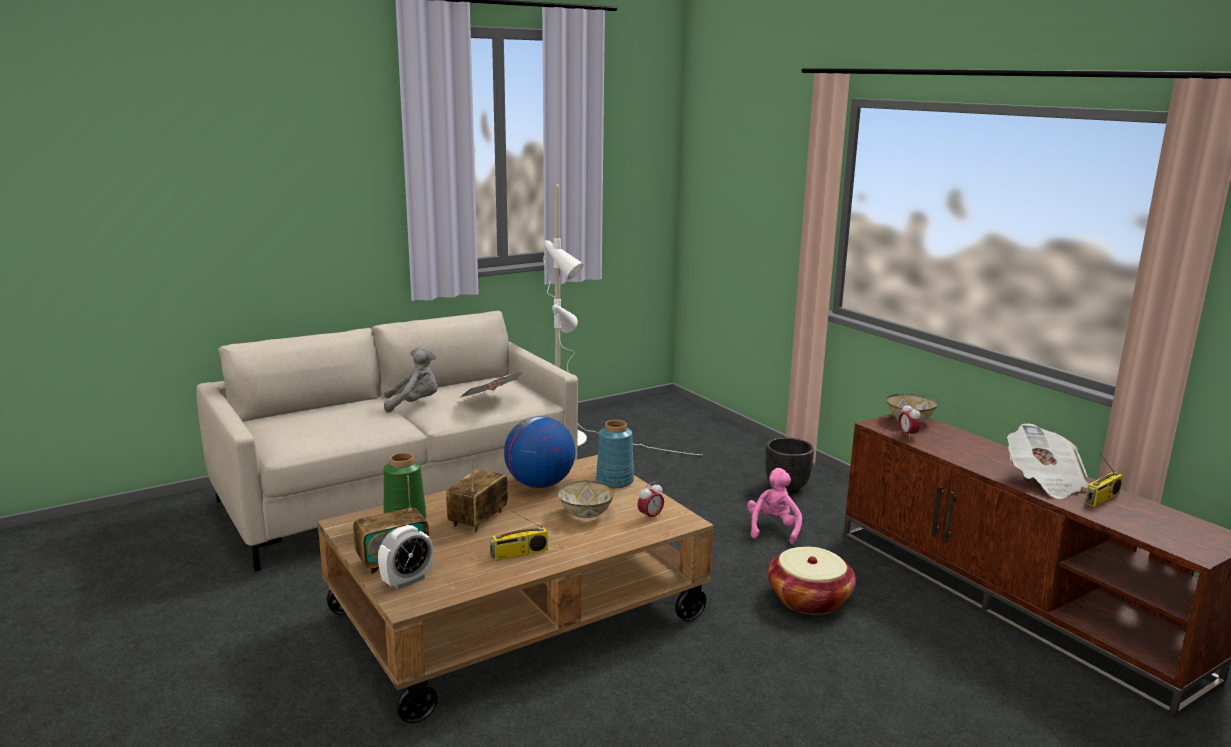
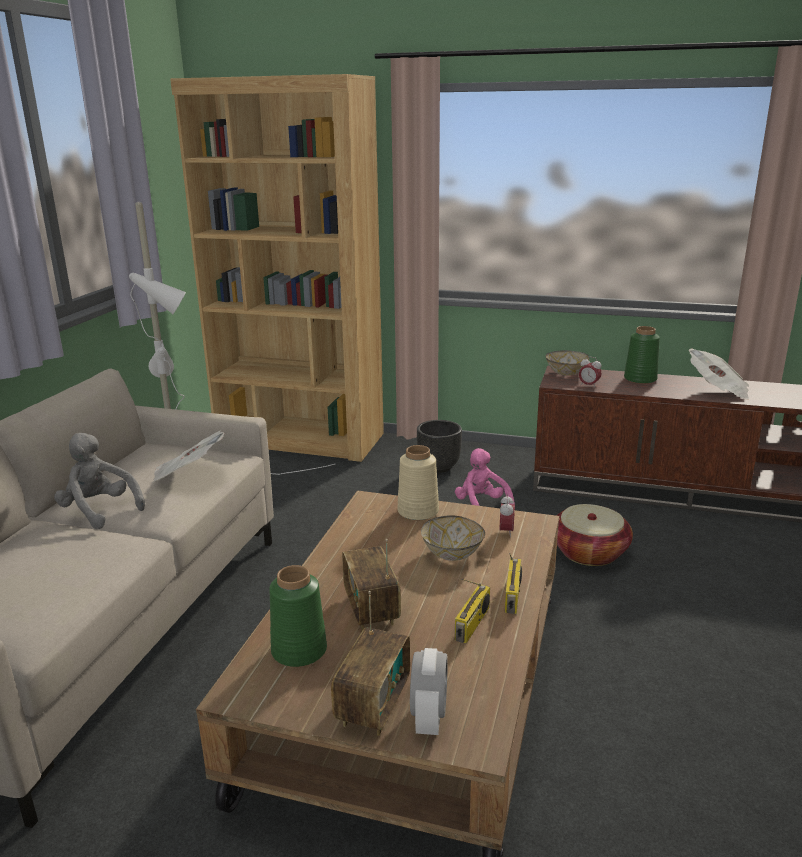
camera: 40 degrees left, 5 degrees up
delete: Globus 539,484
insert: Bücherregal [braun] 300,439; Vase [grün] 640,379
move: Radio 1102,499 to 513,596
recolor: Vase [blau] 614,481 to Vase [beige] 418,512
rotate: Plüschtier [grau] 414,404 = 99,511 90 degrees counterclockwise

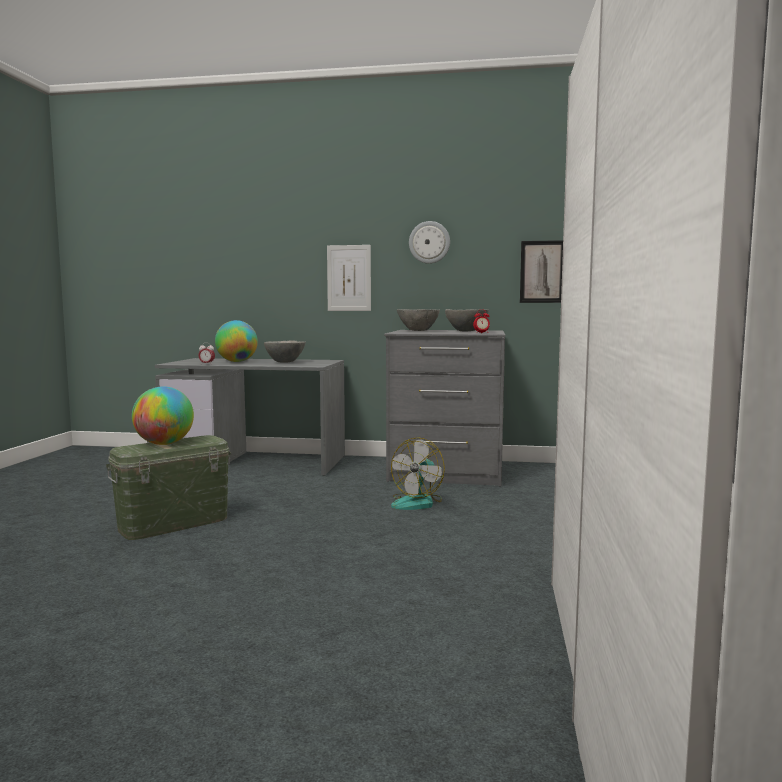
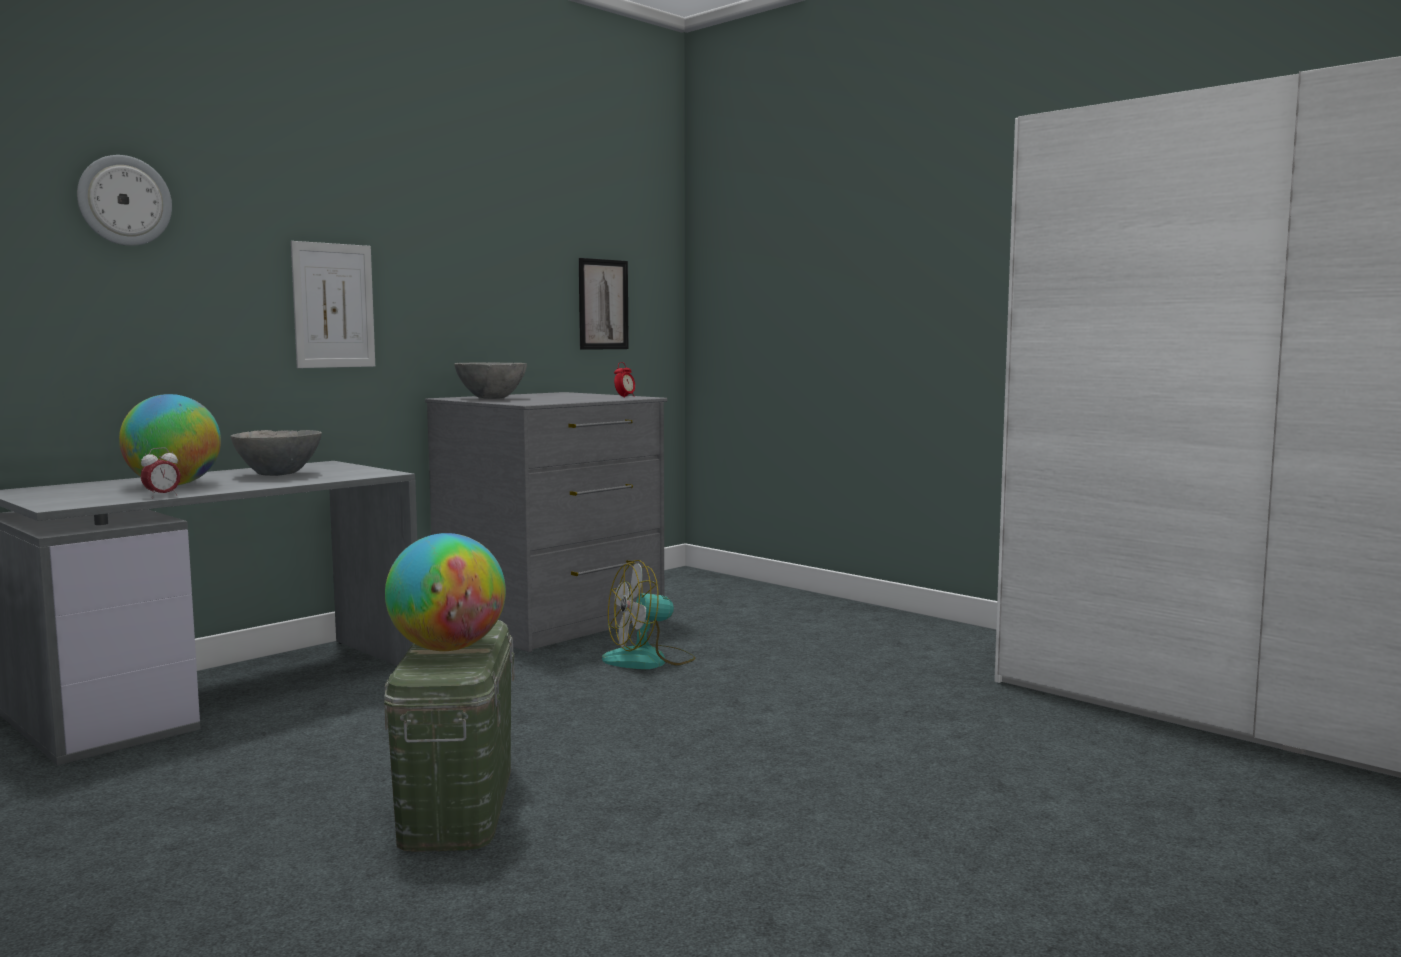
camera: 55 degrees left, 0 degrees up
delete: Schüssel [grau] 466,331
move: Wanduhr 429,242 to 124,201
rotate: Ventilator 418,502 = 649,660 90 degrees clockwise

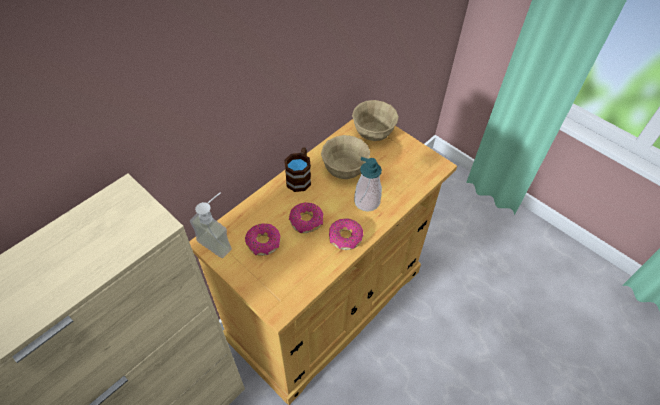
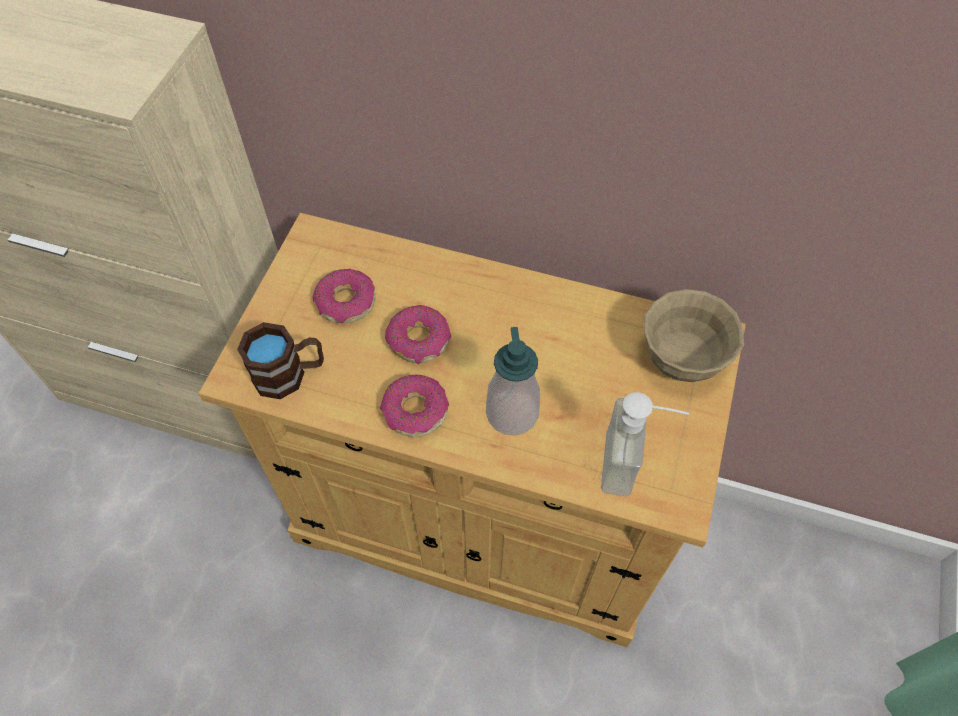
camera: 65 degrees right, 5 degrees up
delete: Schüssel [beige] 344,170
move: Henkelbecher [braun] 300,177 to 290,374; Seifenspender 219,240 to 632,465

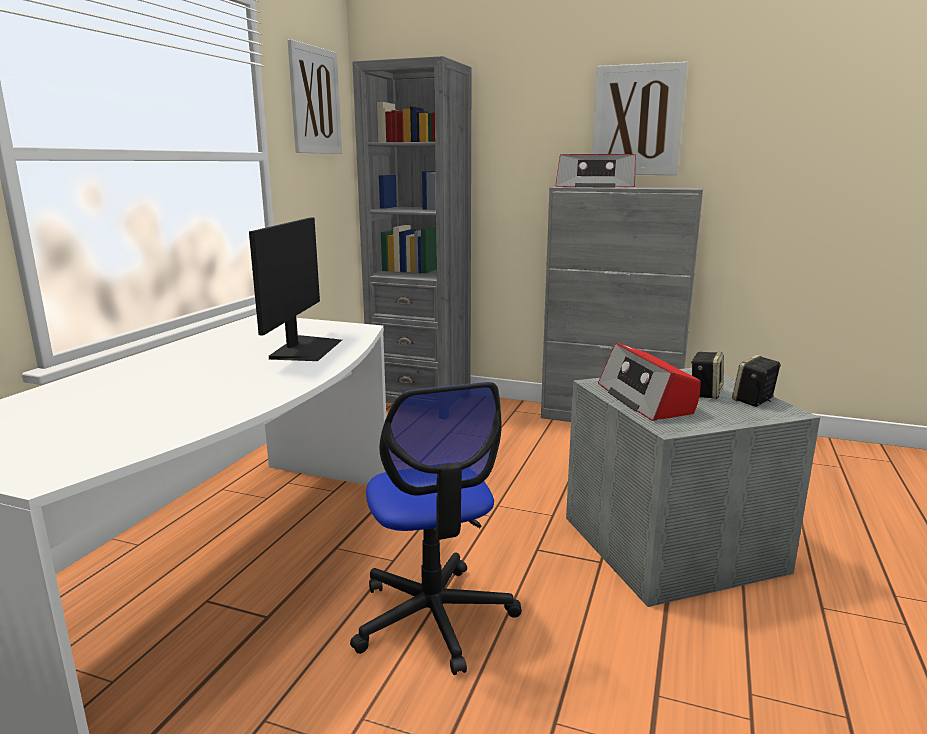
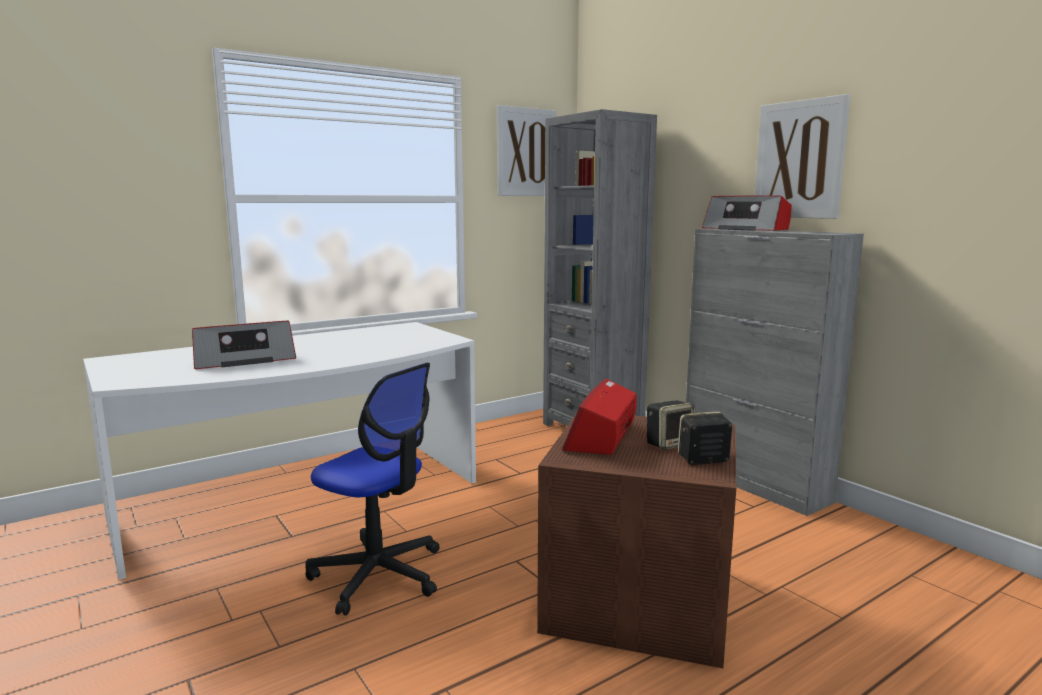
camera: 35 degrees right, 5 degrees down
delete: Monitor 305,348
insert: Radio 244,360
recolor: Aufbewahrungsbox [grau] 675,545 to Aufbewahrungsbox [braun] 641,601
rotate: Bürostuhl 433,617 = 378,575 75 degrees counterclockwise

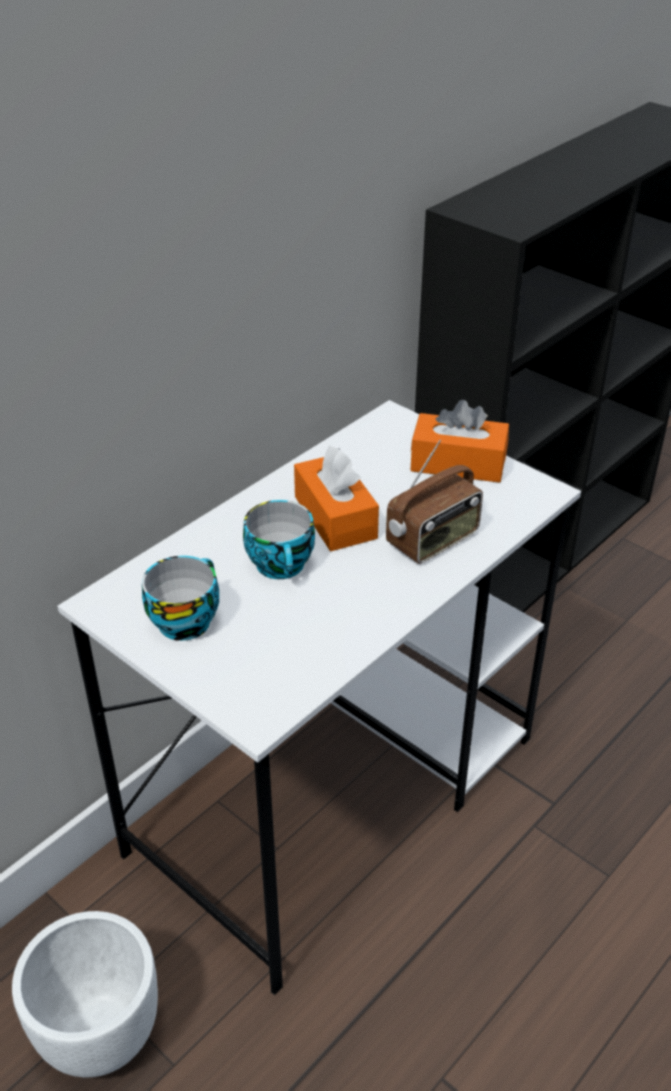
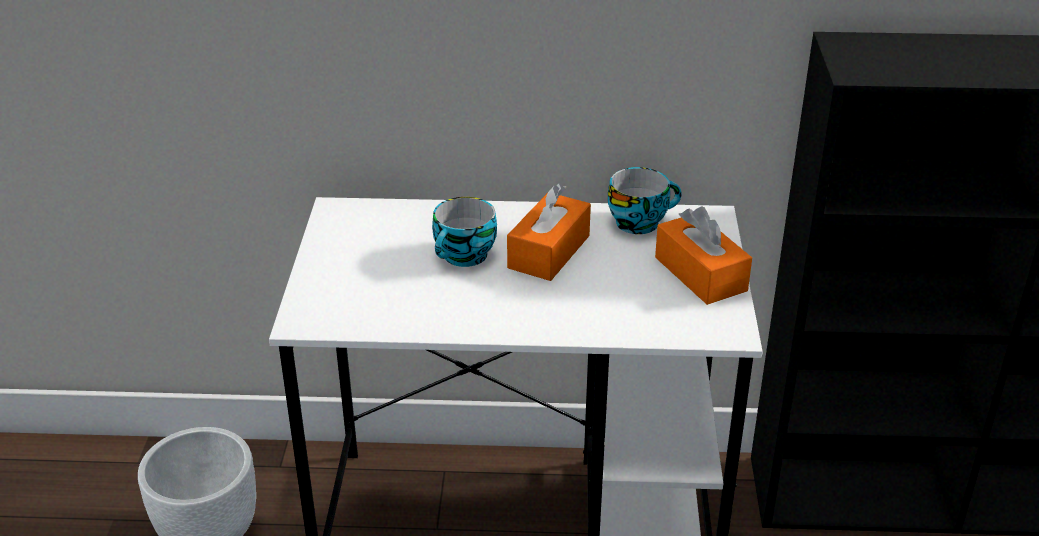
camera: 50 degrees right, 5 degrees down
delete: Radio 433,541
move: Tasse 185,619 to 640,222

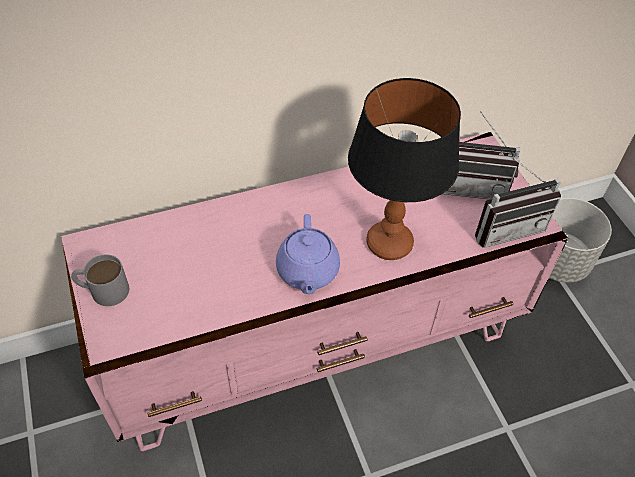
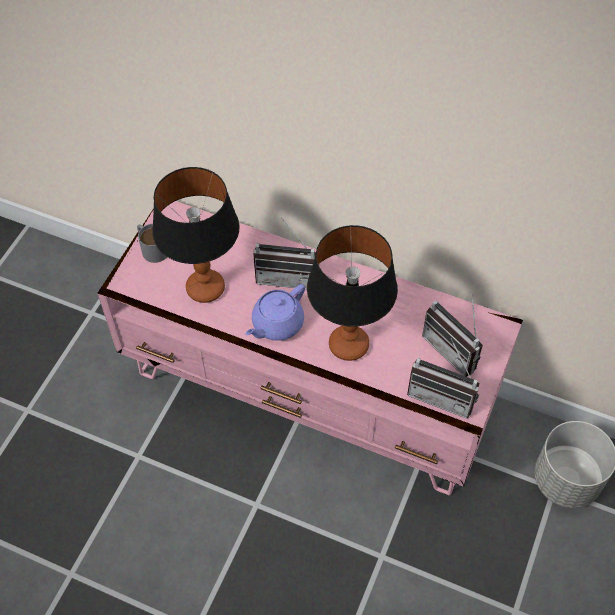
camera: 45 degrees right, 5 degrees up
insert: Tischlampe 206,289; Radio 288,276

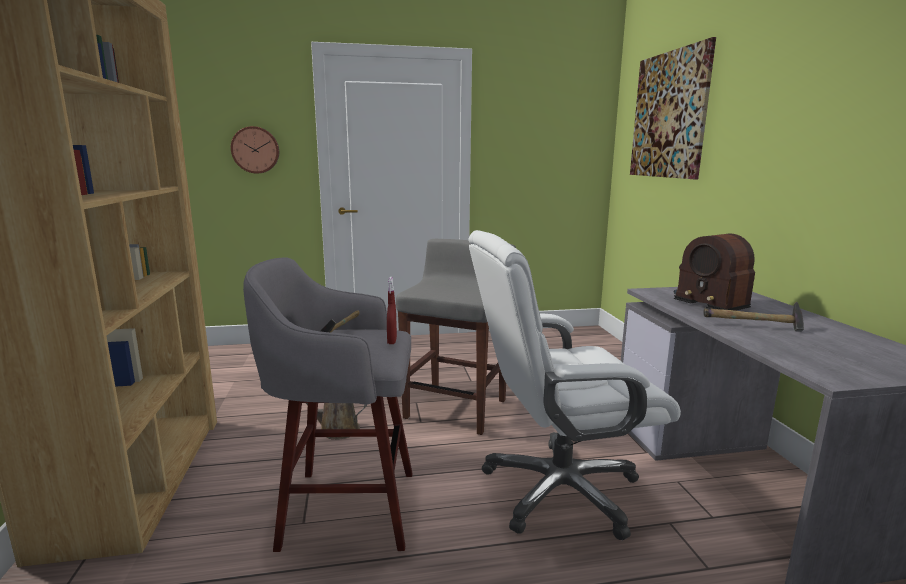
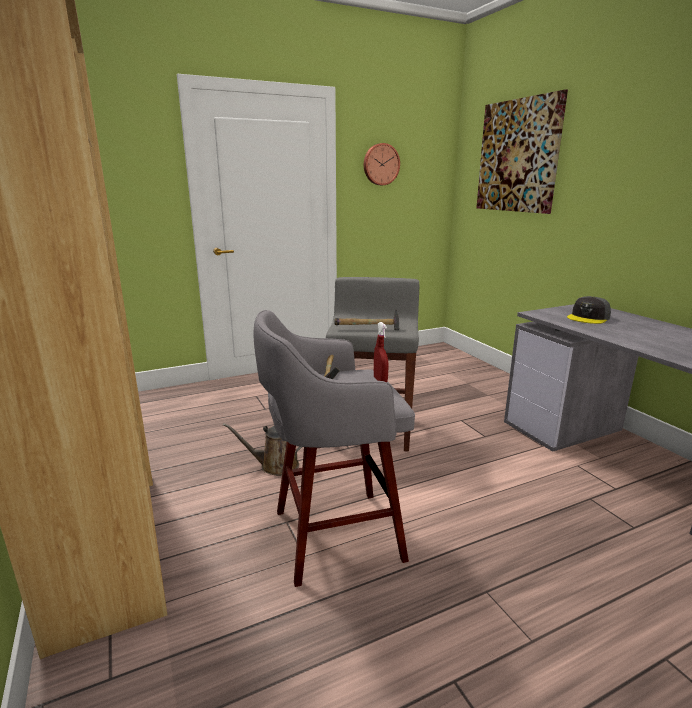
camera: 15 degrees left, 5 degrees up
delete: Bürostuhl [weiß] 559,490
move: Hammer 753,326 to 369,329; Wanduhr 255,150 to 380,164
replace: Radio 710,300 to Kappe [grau] 588,317

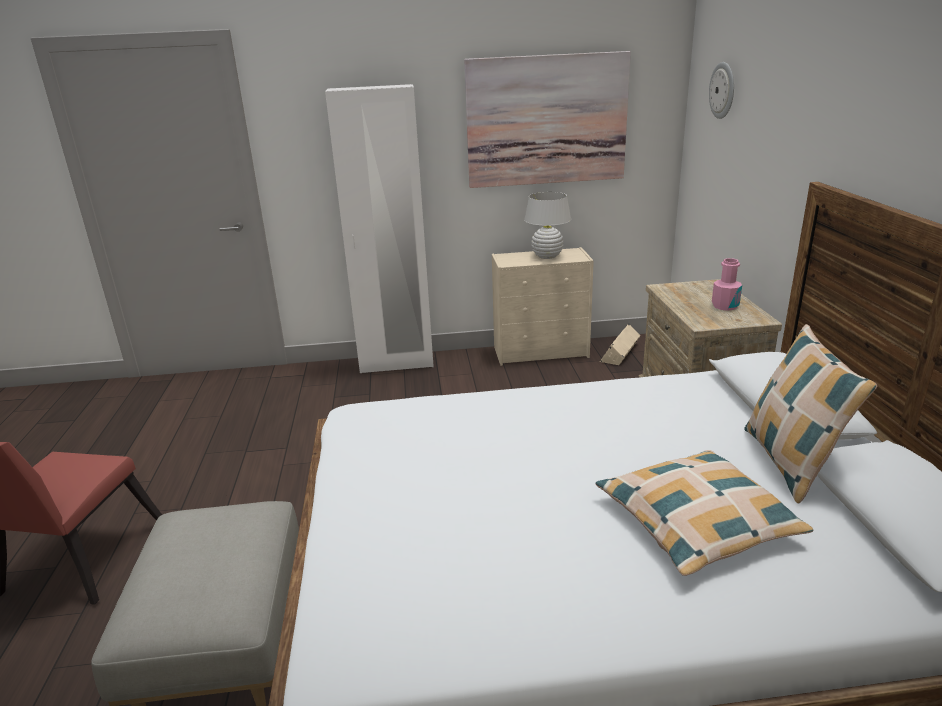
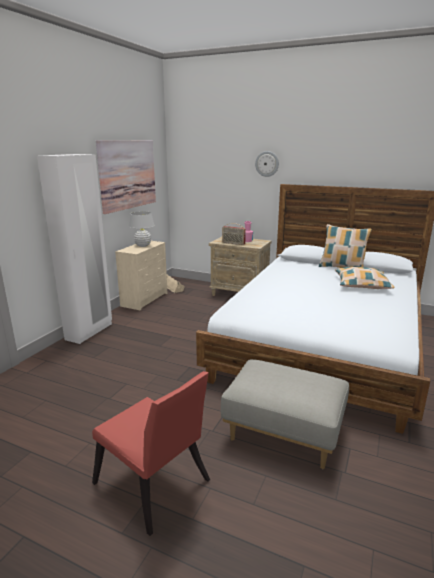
camera: 60 degrees left, 5 degrees down
insert: Radio 233,243
move: Wanduhr 723,90 to 267,164

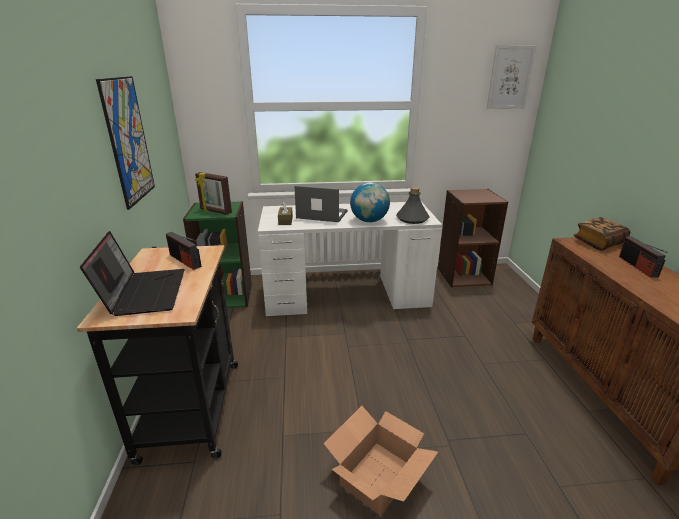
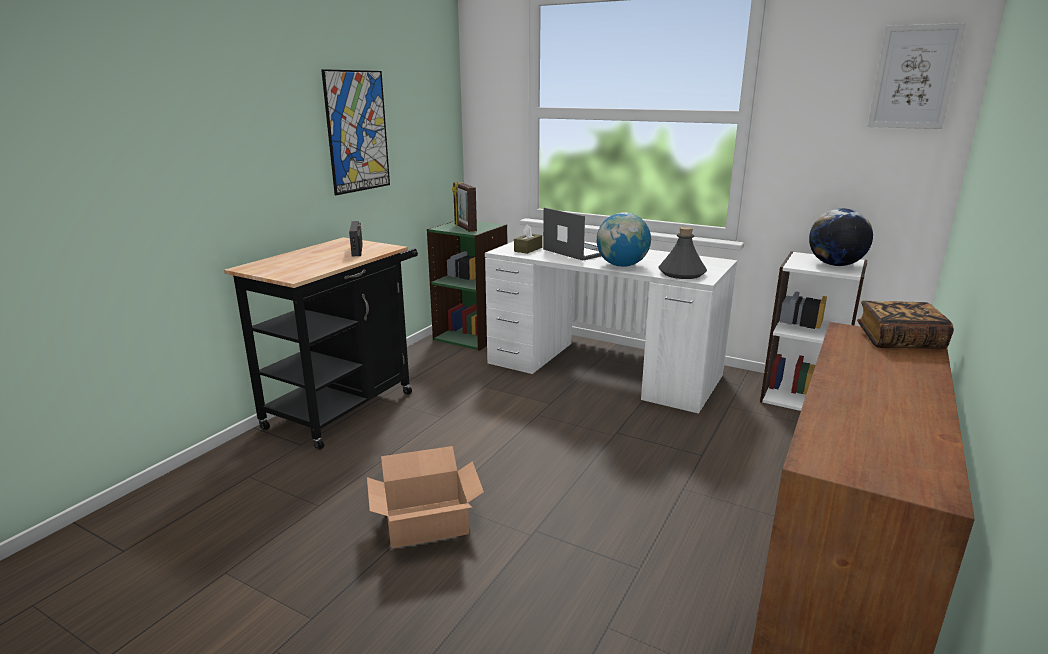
camera: 35 degrees right, 5 degrees down
delete: Laptop 144,292; Radio 637,266
insert: Globus 835,265
recolor: Bücherregal [braun] 463,276 to Bücherregal [weiß] 801,395

